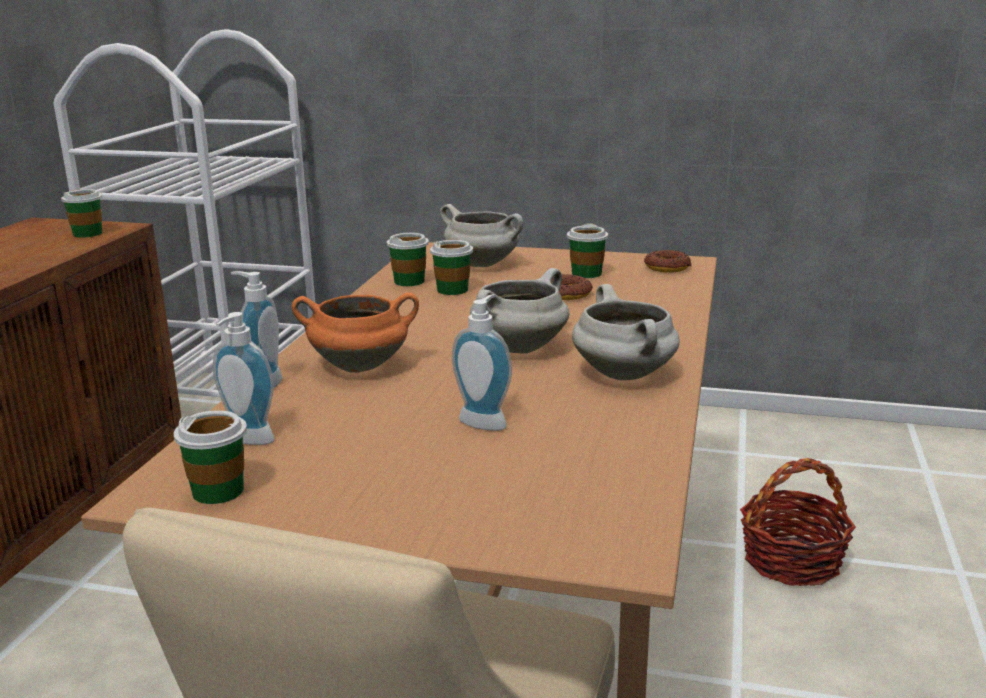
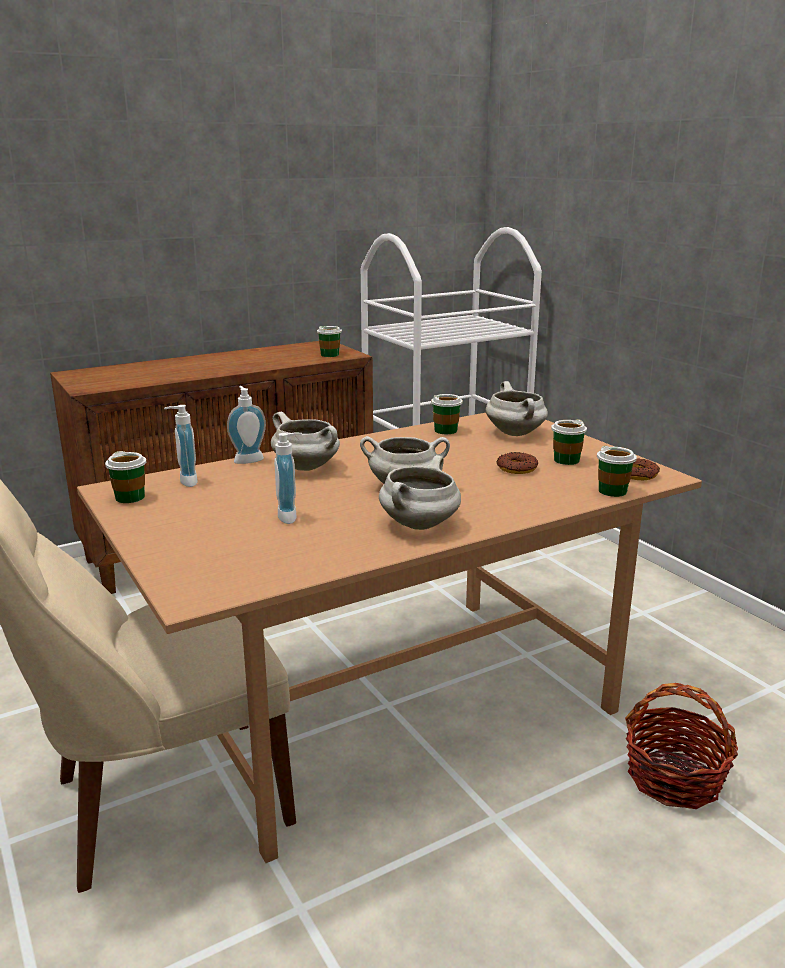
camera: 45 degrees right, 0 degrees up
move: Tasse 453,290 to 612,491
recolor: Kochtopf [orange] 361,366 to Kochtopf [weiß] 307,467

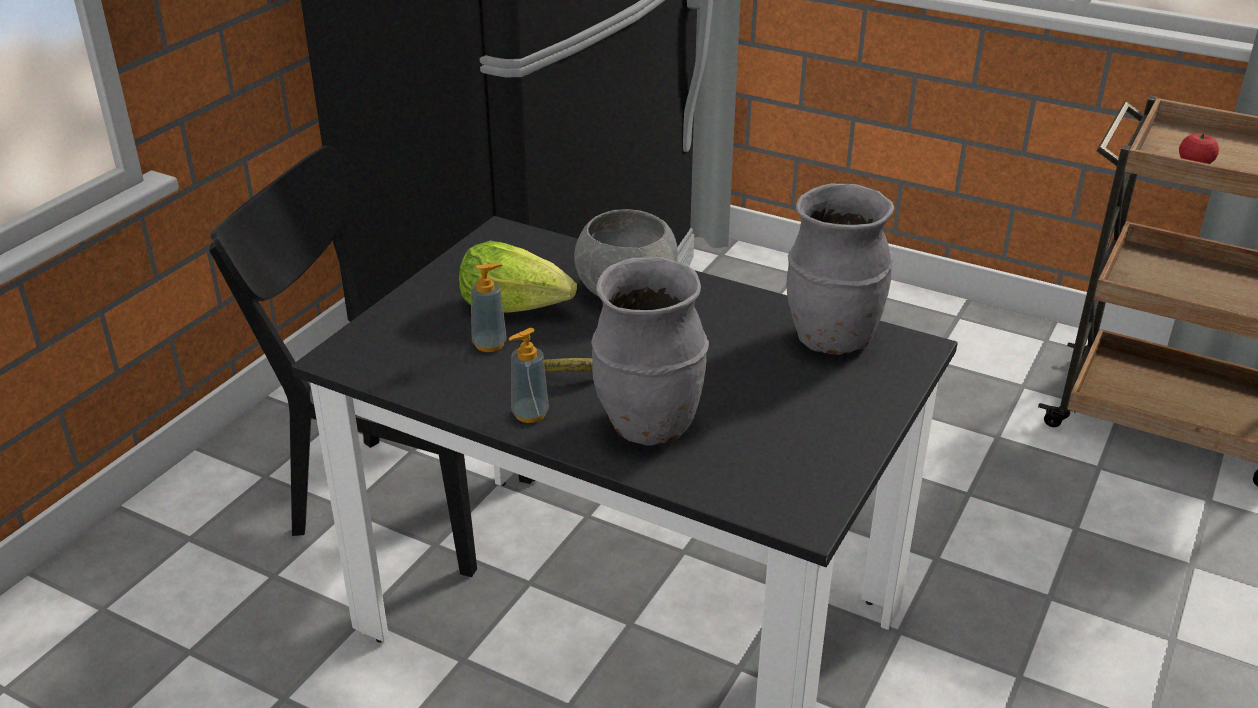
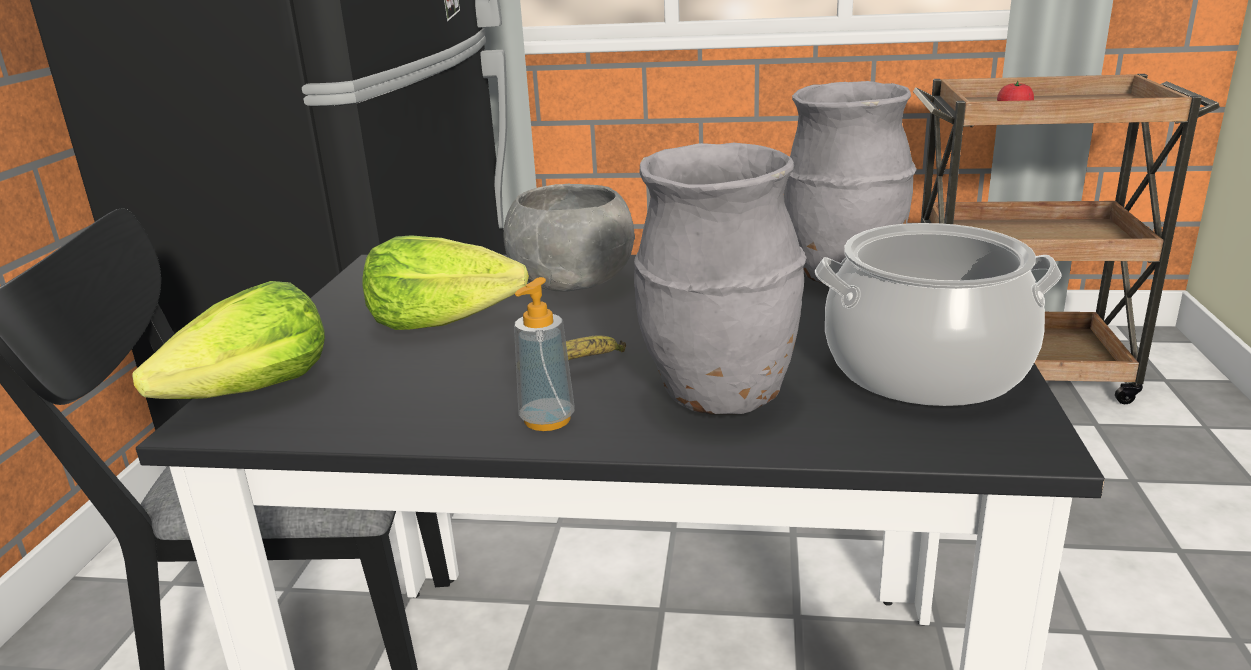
camera: 20 degrees left, 10 degrees down
delete: Seifenspender 489,344
insert: Salatkopf 254,393; Kochtopf 926,369

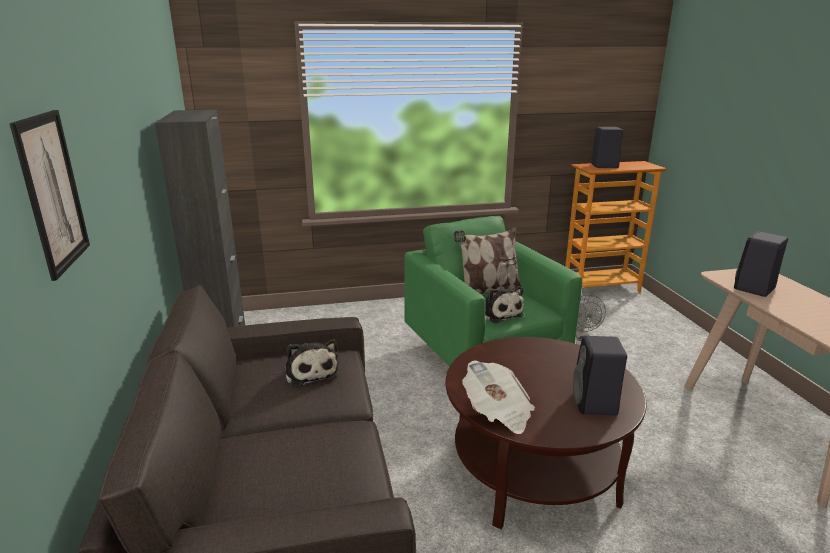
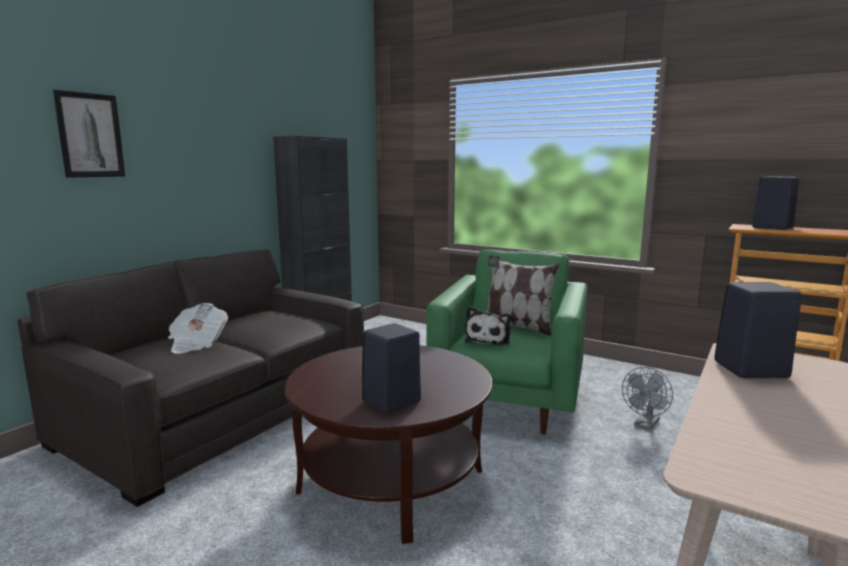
camera: 45 degrees right, 10 degrees down
delete: Plüschtier 311,372
move: Zeitung 498,412 to 197,343

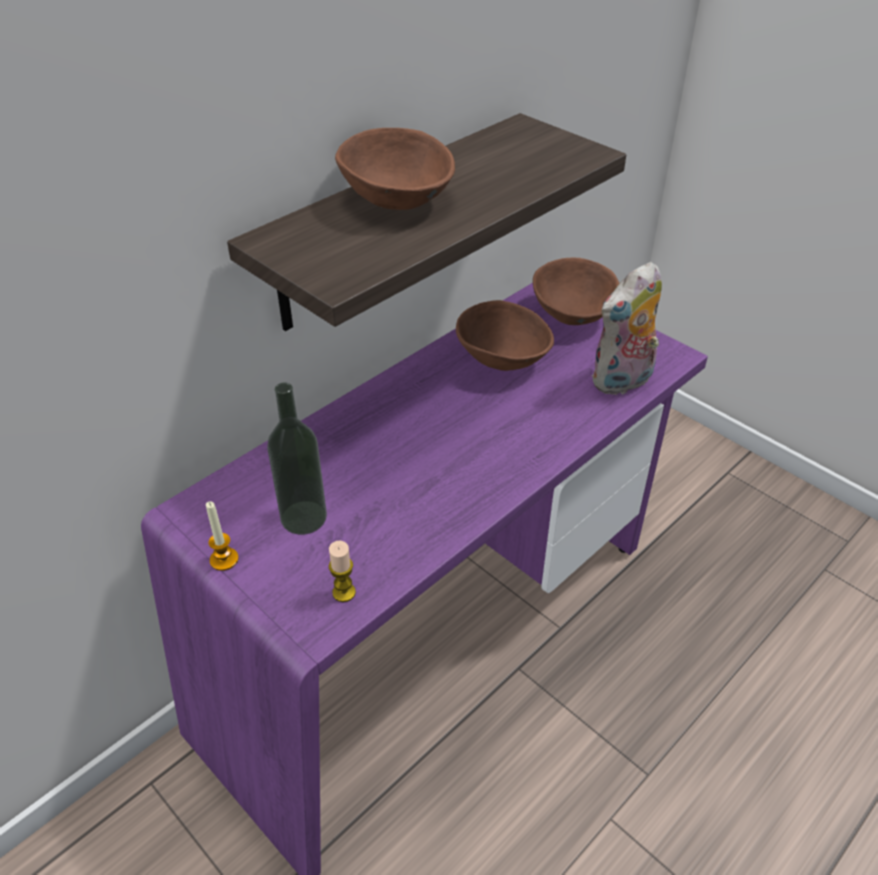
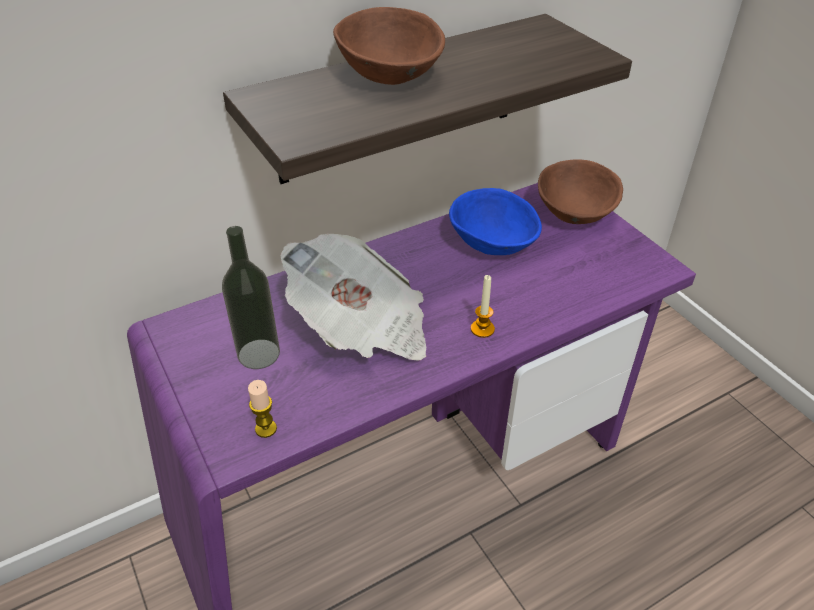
camera: 15 degrees right, 0 degrees up
delete: Plüschtier 622,382
insert: Zeitung 362,327
move: Kerze 224,559 to 482,329
recolor: Schüssel [braun] 503,359 to Schüssel [blau] 493,244

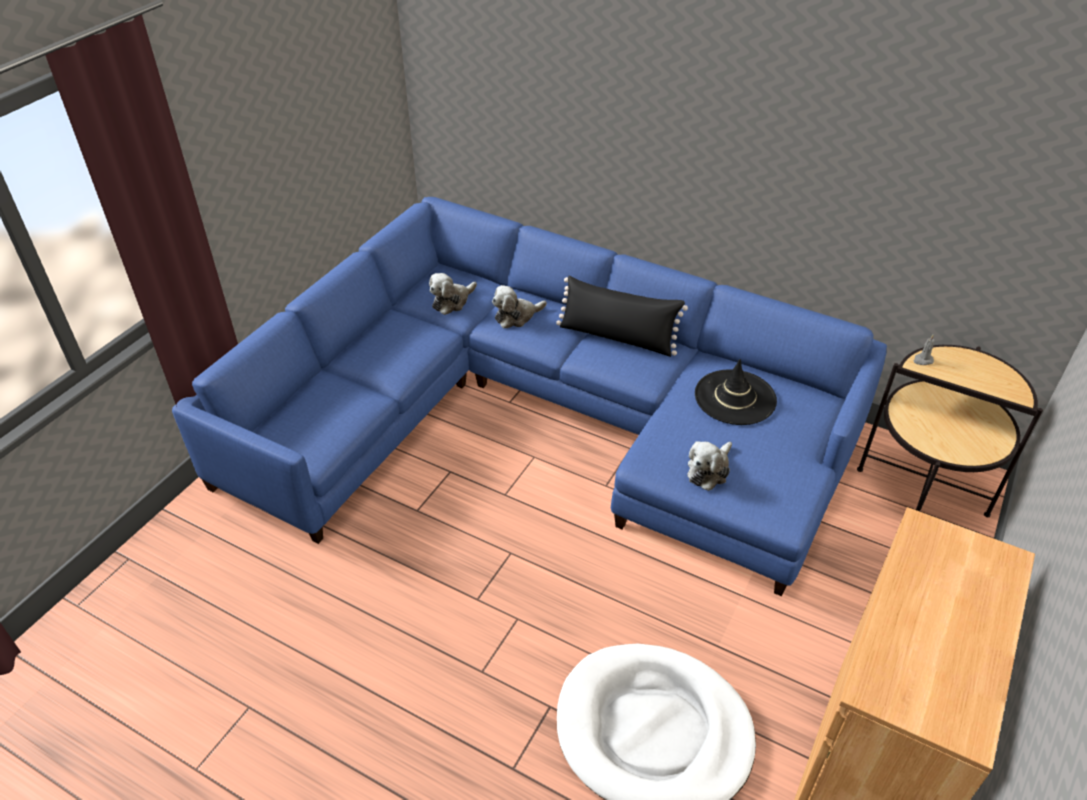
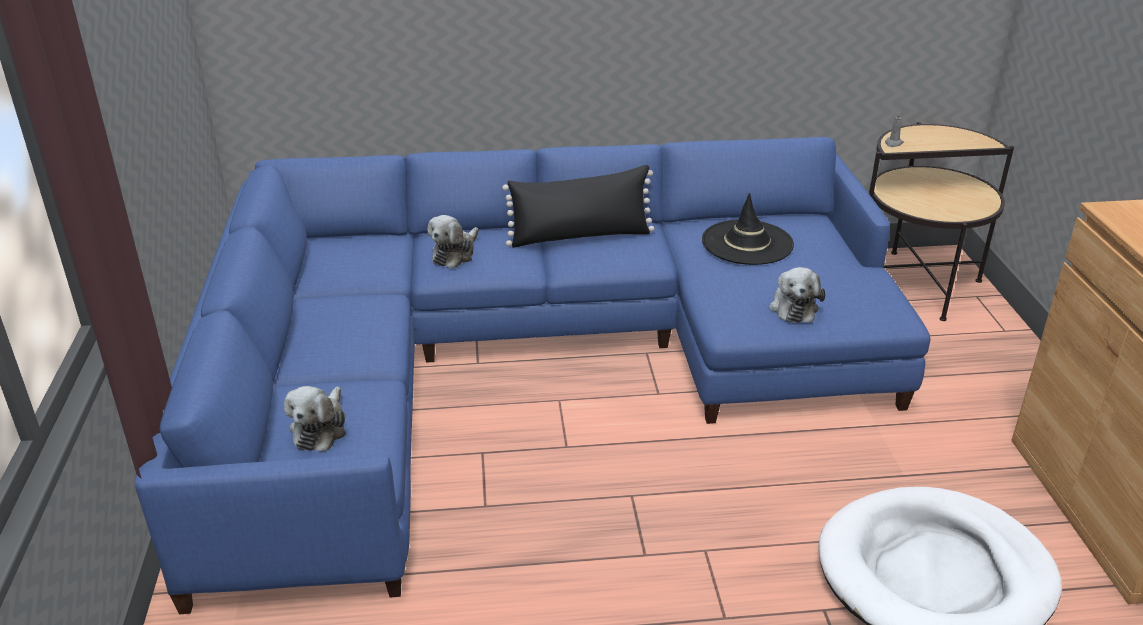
camera: 35 degrees left, 10 degrees down
move: Plüschtier 452,302 to 320,429

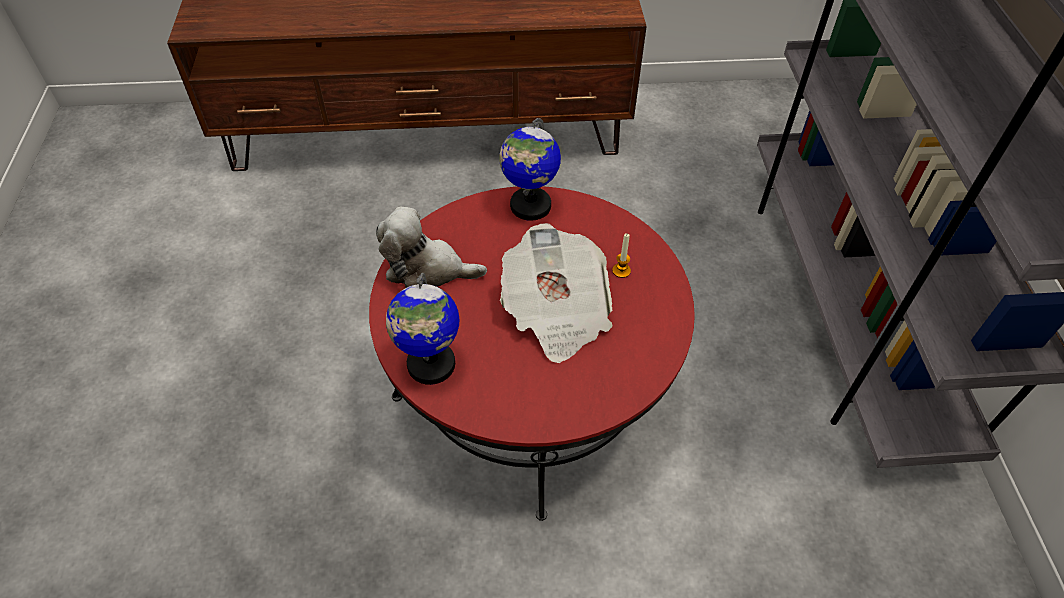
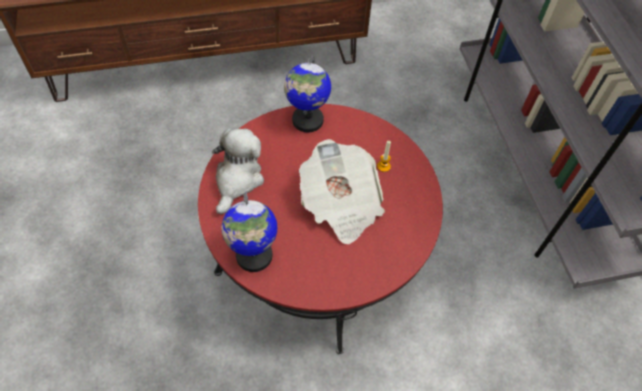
camera: 10 degrees left, 5 degrees up
rotate: Plüschtier 427,269 = 237,179 105 degrees clockwise

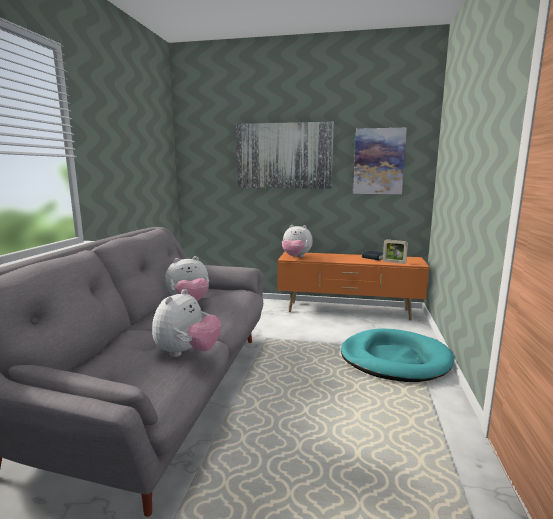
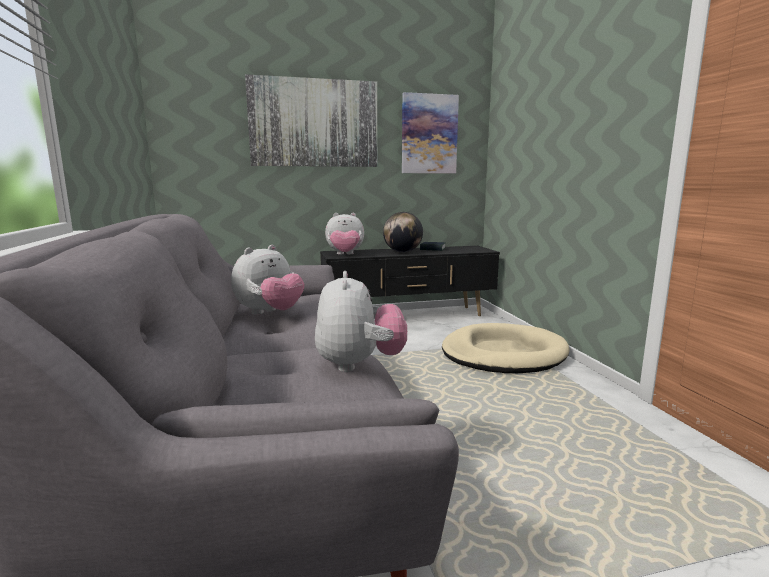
camera: 25 degrees left, 0 degrees up
delete: Bilderrahmen 394,262
insert: Globus 402,252
recolor: Fernsehschrank [orange] 348,311 to Fernsehschrank [schwarz] 409,317; Hundebett [türkis] 394,359 to Hundebett [beige] 503,354

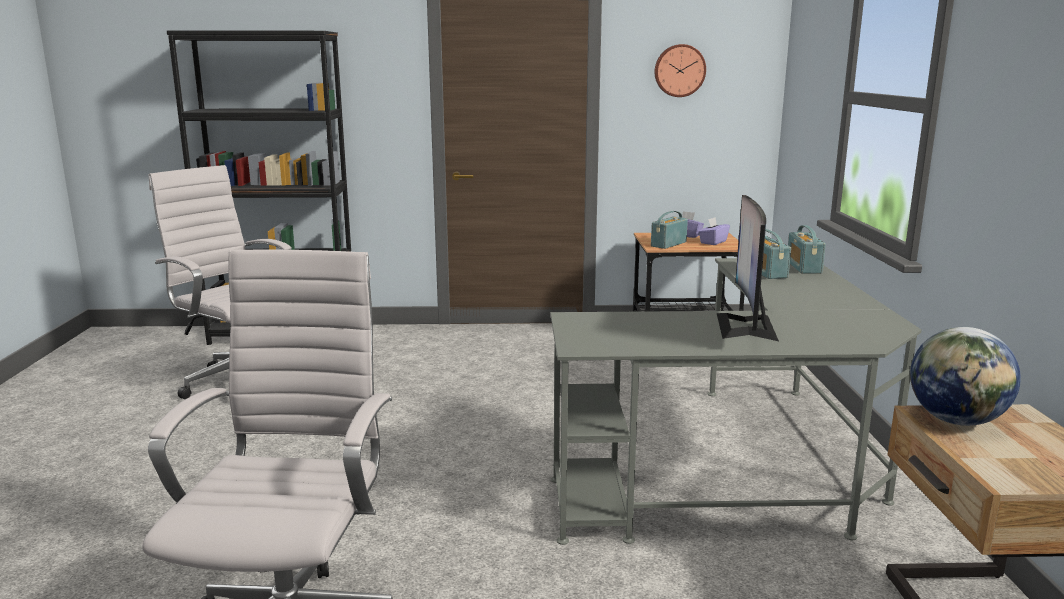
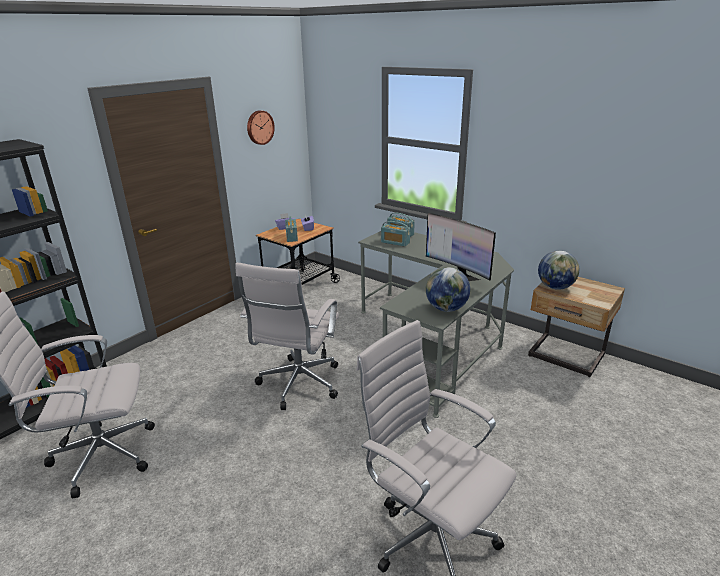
camera: 50 degrees left, 10 degrees up
insert: Bürostuhl [weiß] 298,385; Globus 446,309

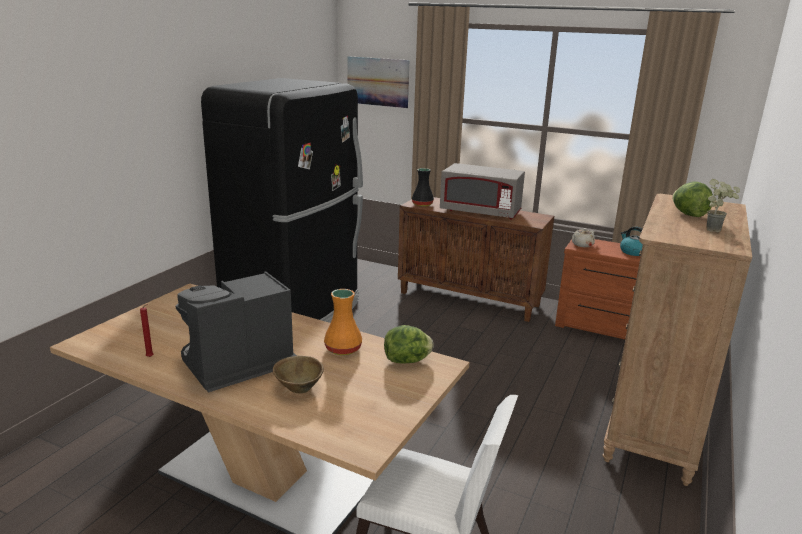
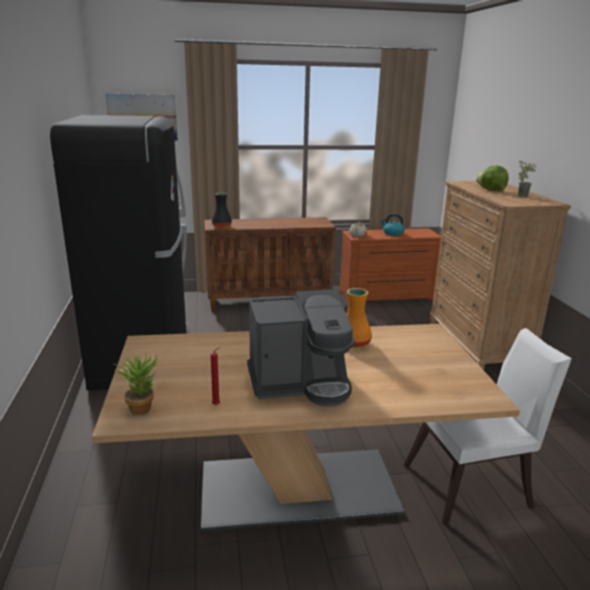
camera: 35 degrees left, 0 degrees up
delete: Schüssel [braun] 298,387; Salatkopf 407,361; Mikrowelle [grau] 480,212
insert: Topfpflanze 142,407
rotate: Kaffeemaschine 236,365 = 300,382 120 degrees counterclockwise

